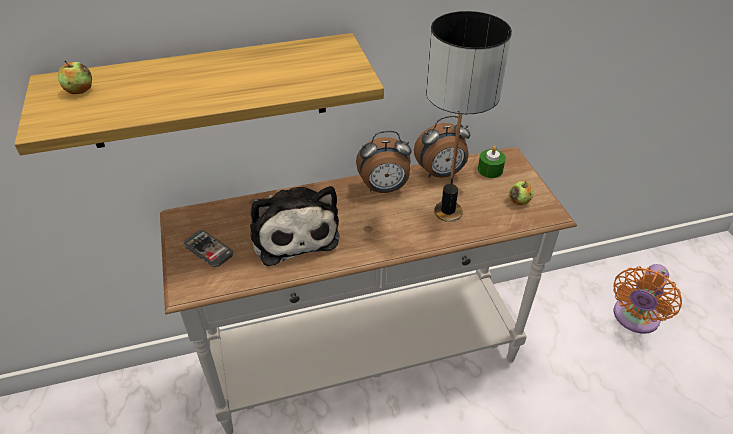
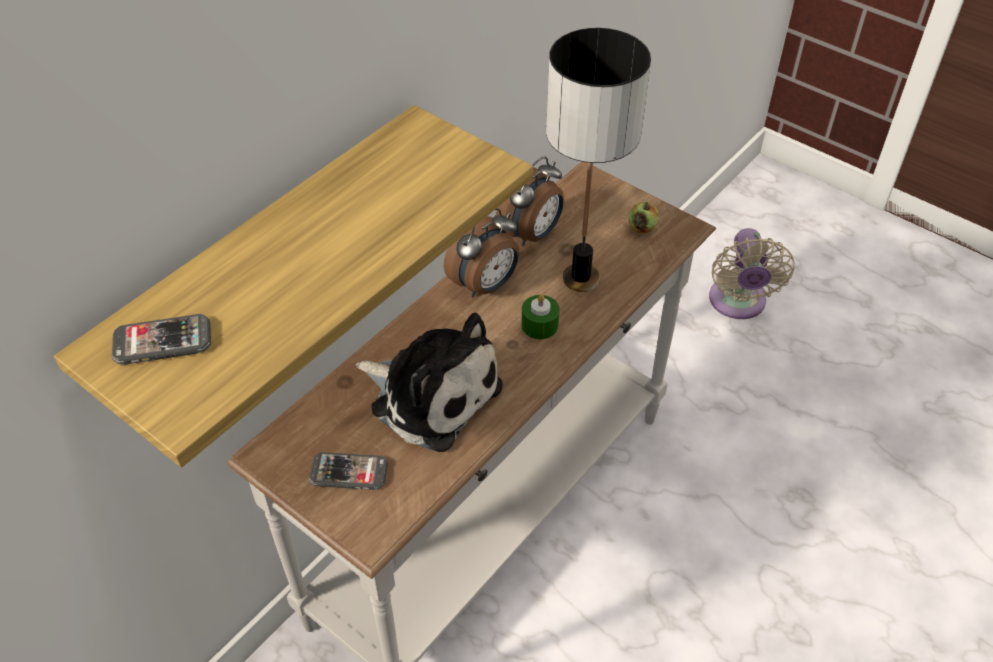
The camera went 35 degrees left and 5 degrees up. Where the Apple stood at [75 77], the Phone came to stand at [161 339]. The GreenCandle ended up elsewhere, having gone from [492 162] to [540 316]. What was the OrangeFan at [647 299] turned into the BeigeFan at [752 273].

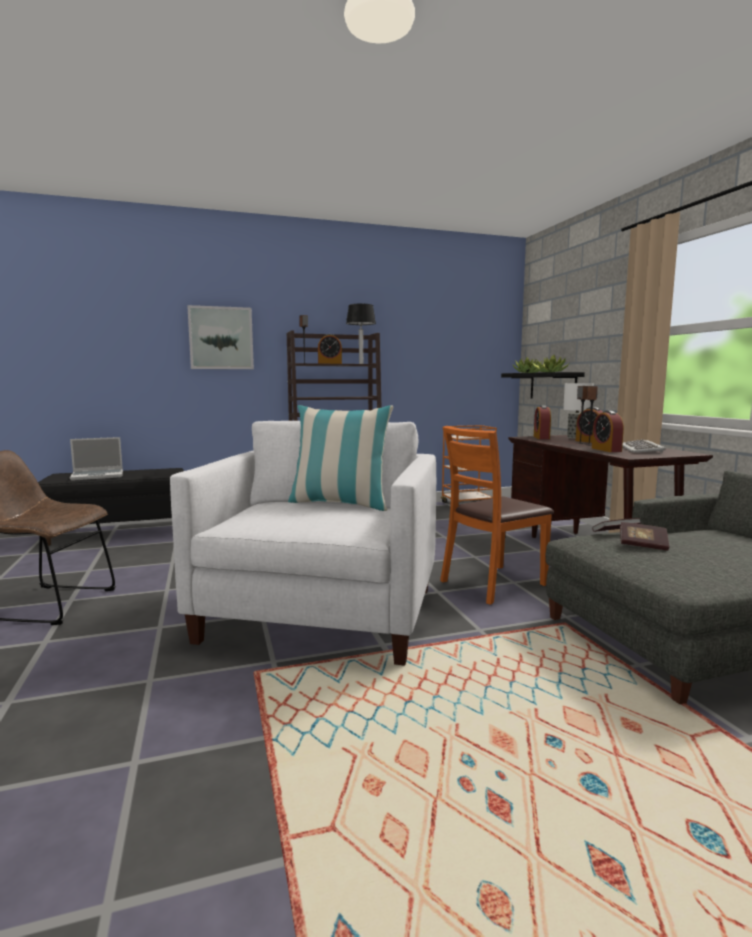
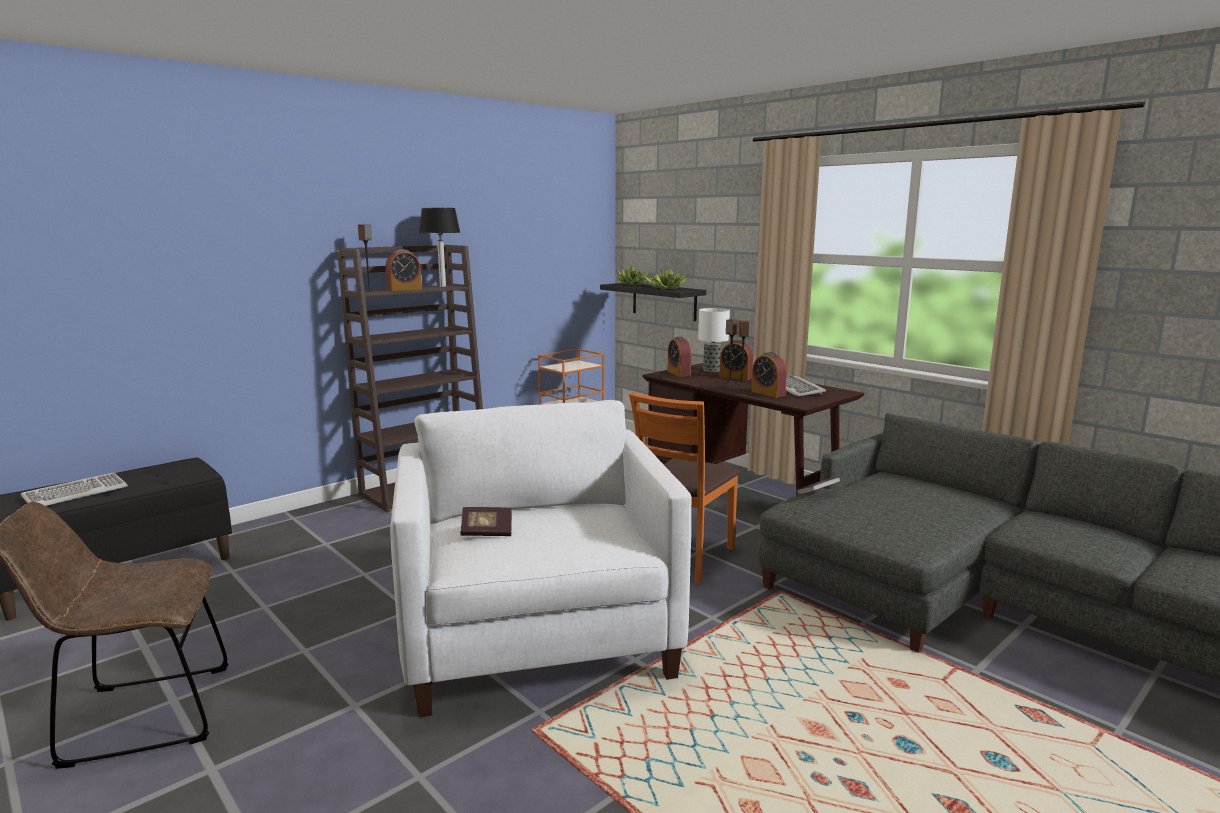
The camera went 25 degrees left and 5 degrees up. Where the Laptop stood at [96 459], the Keyboard came to stand at [74 489]. The second view lost the Picture at [220 337]. The second view lost the Pillow at [341 458]. The Book ended up elsewhere, having gone from [644 536] to [486 521].

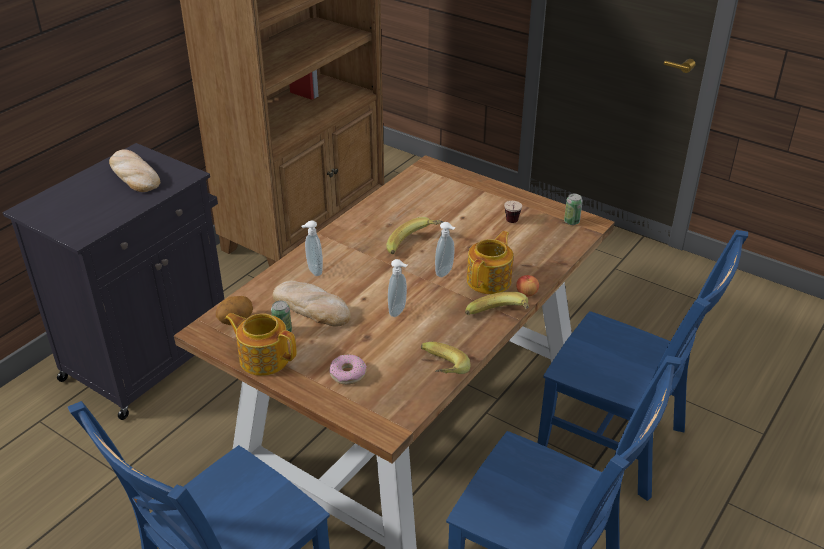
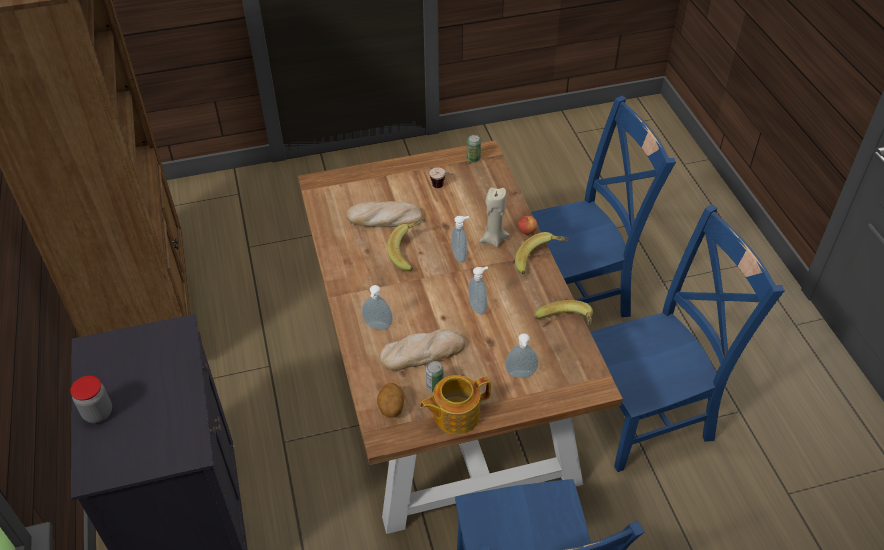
The camera went 50 degrees left and 10 degrees up. The Bread ended up elsewhere, having gone from [134 170] to [384 214]. Where the Donut stood at [348 369], the SoapDispenser came to stand at [521 355]. Where the Teapot stood at [490 262], the BeigeCandle came to stand at [494 217]. The second view gained the Jar at [91 399].

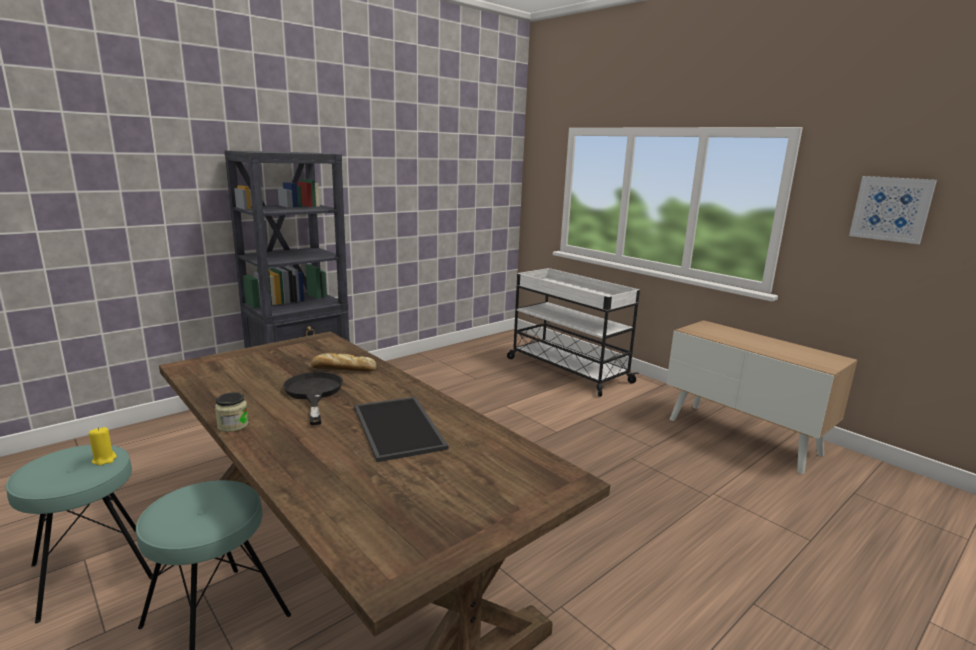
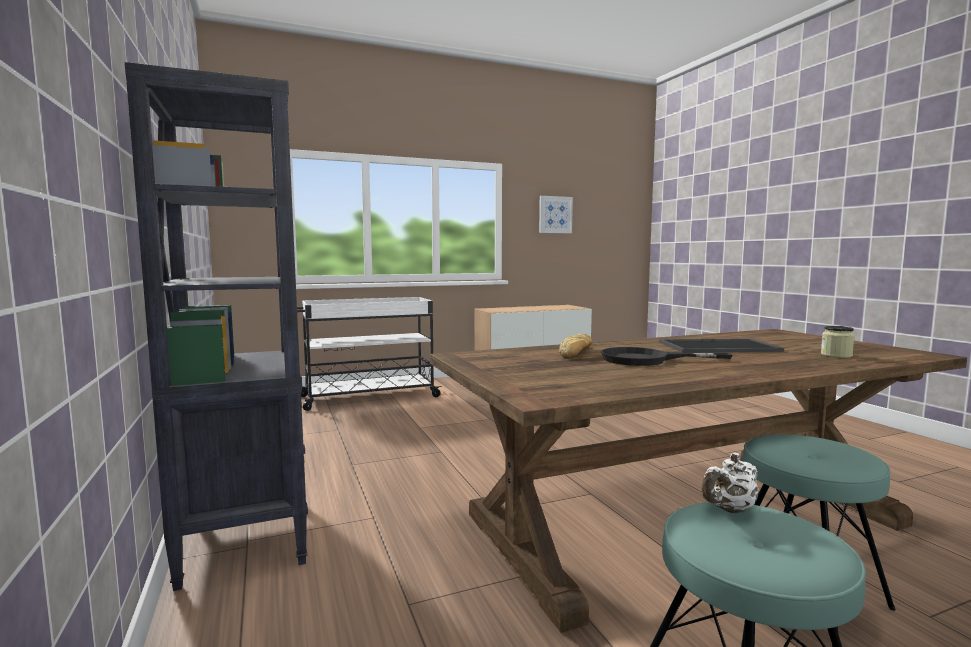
The camera went 70 degrees left and 10 degrees down. Where the YellowCandle stood at [103 446], the WhiteTeapot came to stand at [729 483]. The Jar ended up elsewhere, having gone from [232 412] to [838 342].

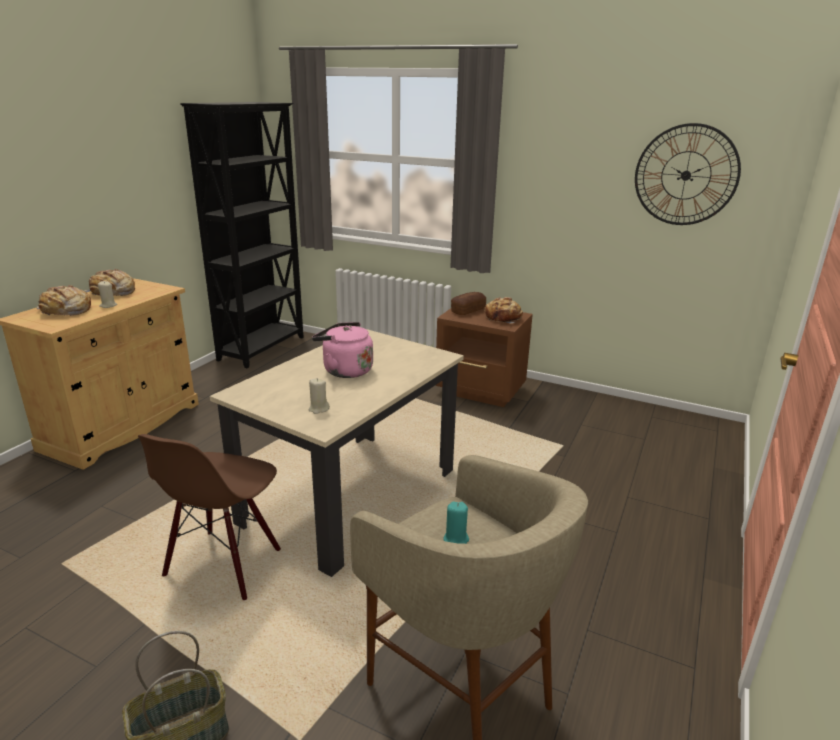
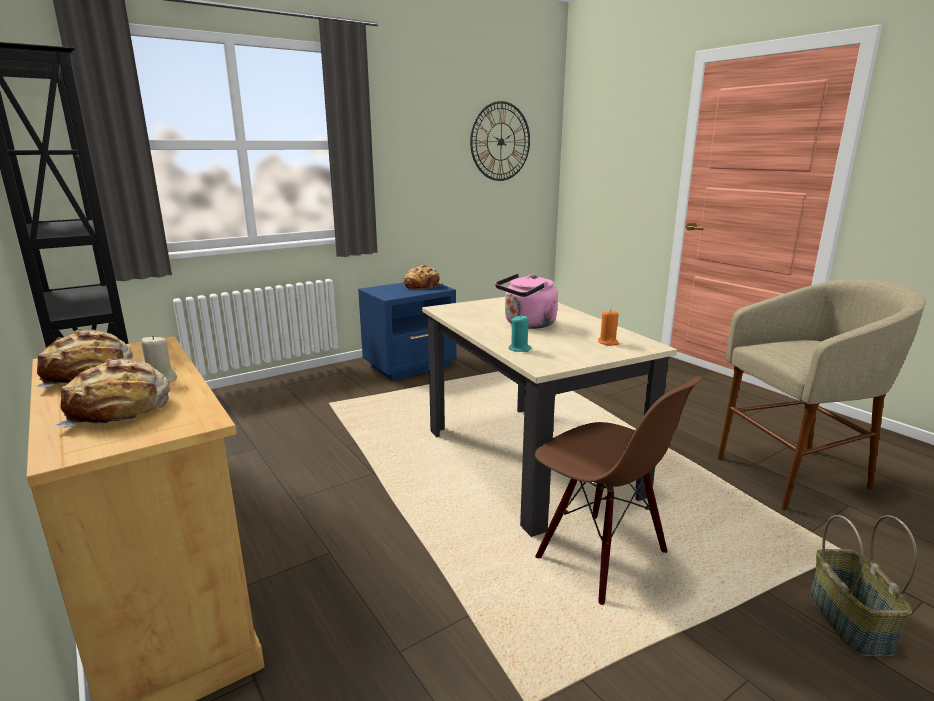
The camera went 60 degrees left and 5 degrees down. What was the BeigeCandle at [319 396] turned into the OrangeCandle at [608 328]. What was the BrownNightstand at [484 357] turned into the BlueNightstand at [407 331]. The TurquoiseCandle ended up elsewhere, having gone from [456 523] to [519 333]. The second view lost the Bread at [468 303].

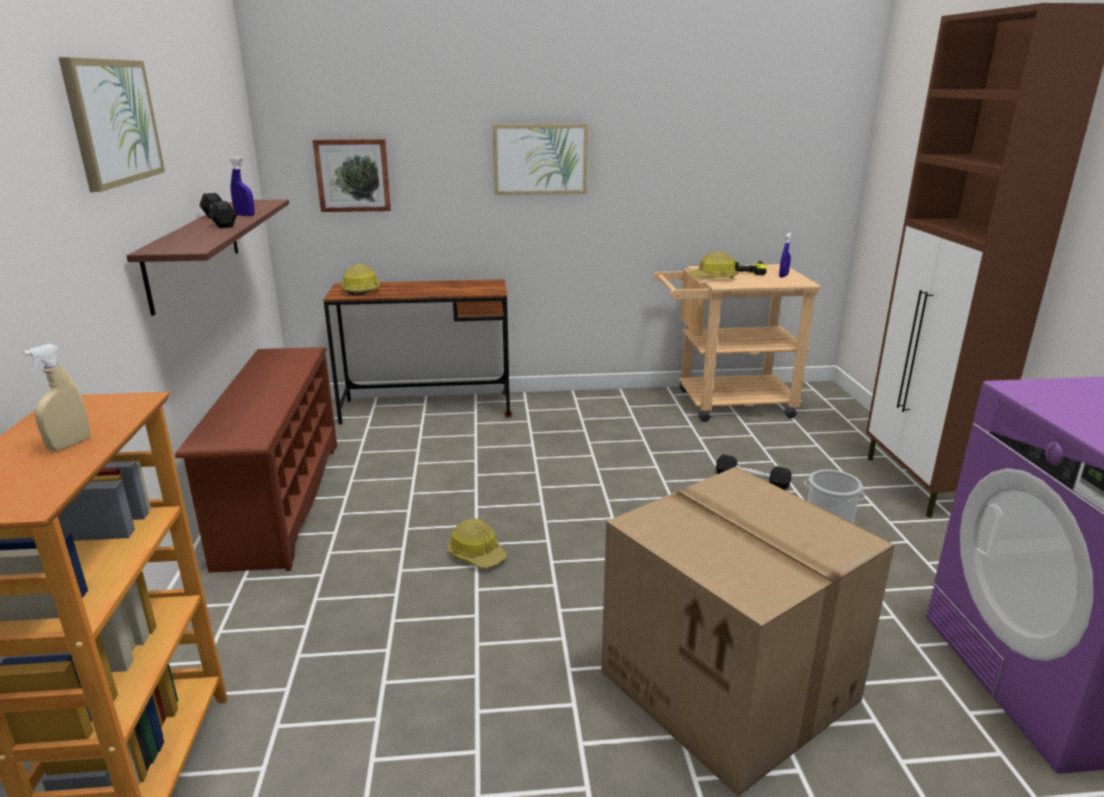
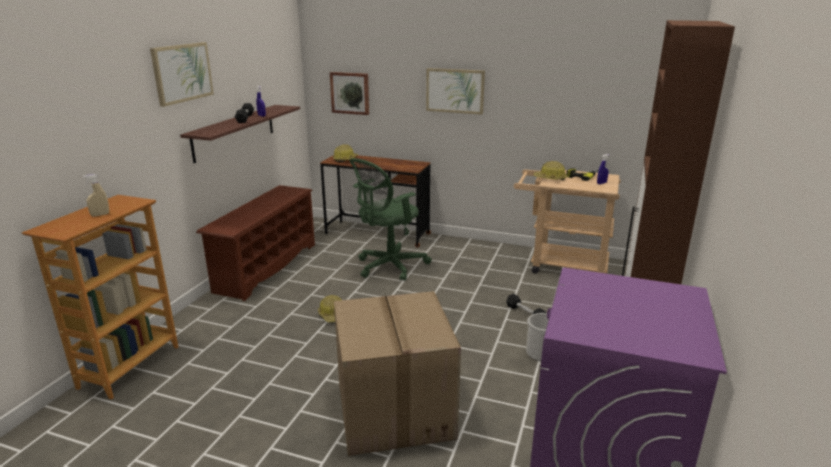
The camera went 25 degrees right and 0 degrees up. The second view gained the GreenOfficeChair at [390 219].

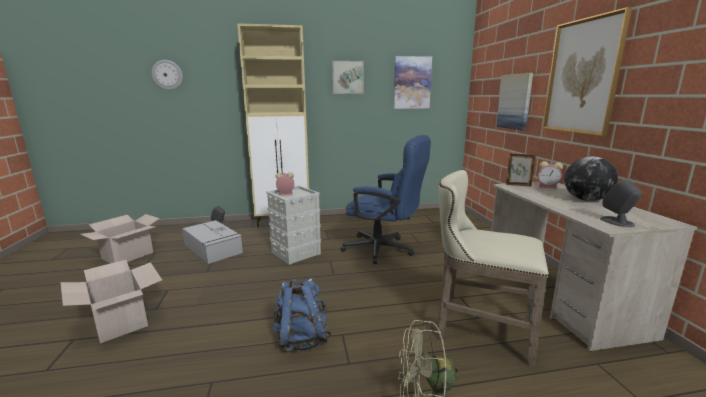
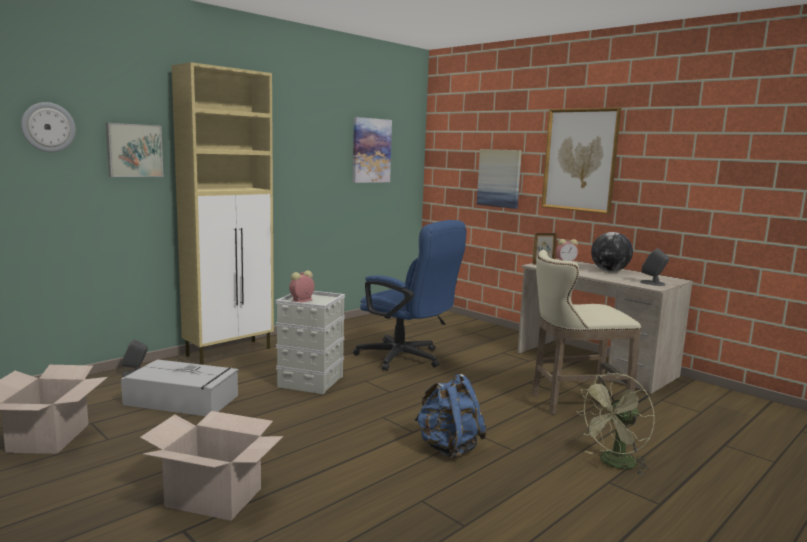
The camera went 35 degrees left and 5 degrees down. The Picture ended up elsewhere, having gone from [348 77] to [134 150]. The BlueOfficeChair at [385 199] ended up facing another way, 45 degrees clockwise from before.

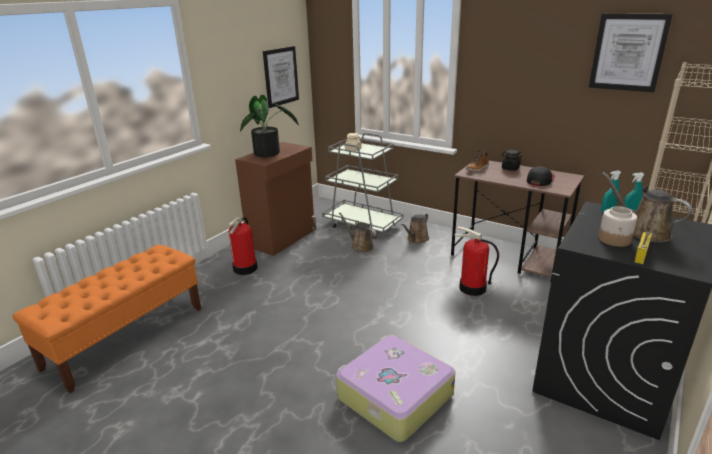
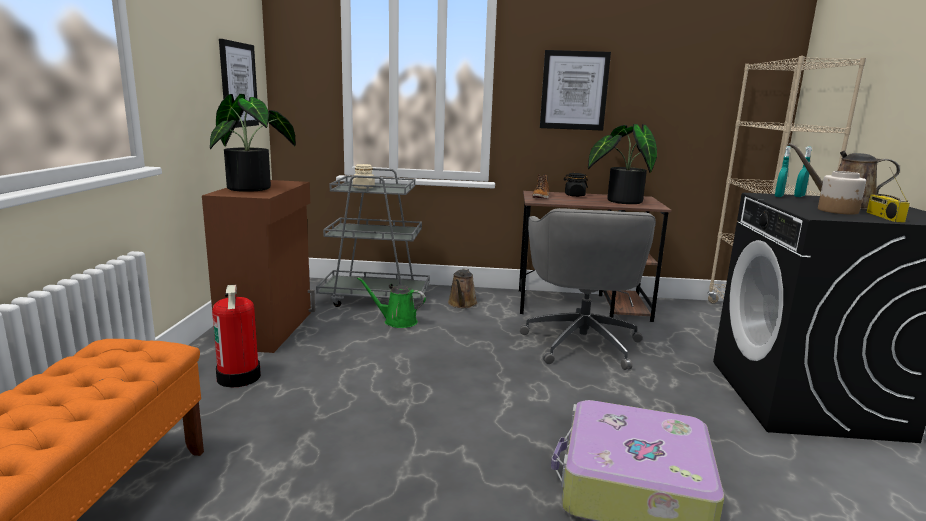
The camera went 30 degrees left and 10 degrees down. What was the BrownWateringCan at [358 232] turned into the GreenWateringCan at [391 302]. Where the FireExtinguisher stood at [476 261], the GreyOfficeChair came to stand at [588 289]. Where the Cap stood at [541 176], the PottedPlant came to stand at [622 164]. The Picture ended up elsewhere, having gone from [631 53] to [575 90].

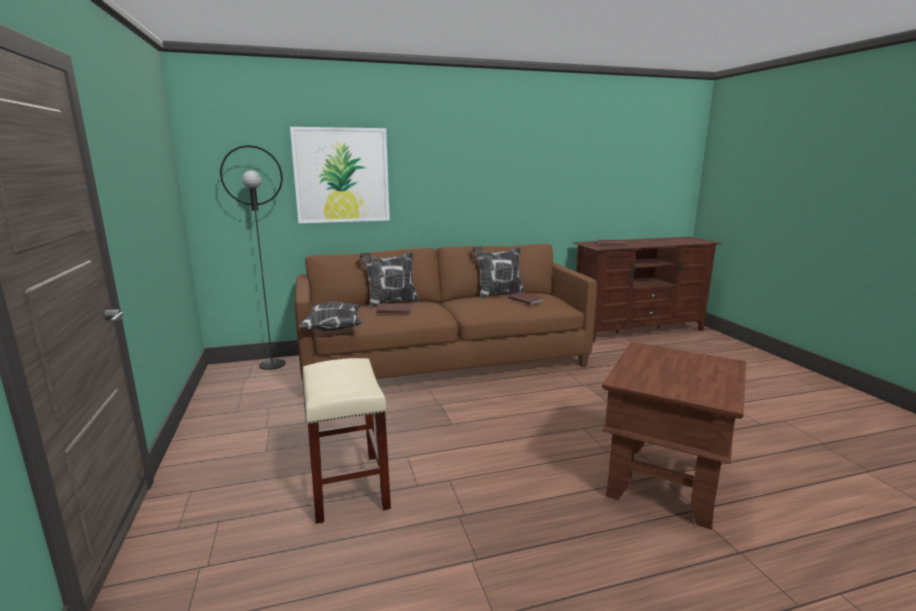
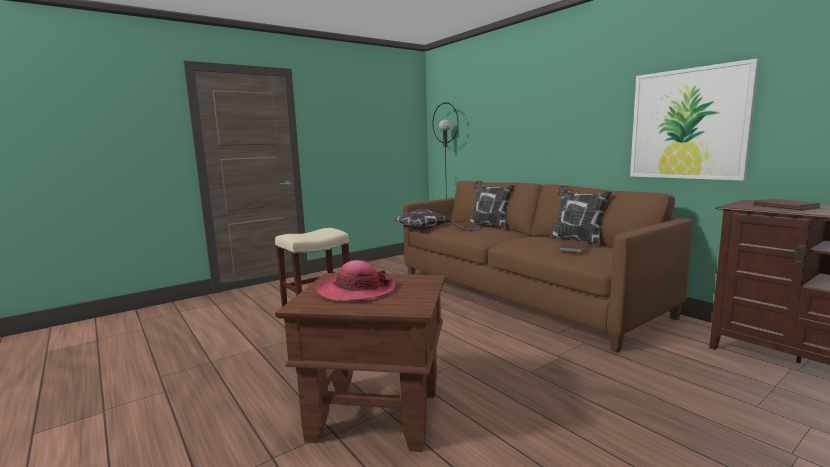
The camera went 70 degrees right and 5 degrees down. The Picture ended up elsewhere, having gone from [340 175] to [694 119]. The second view gained the Hat at [356 280].

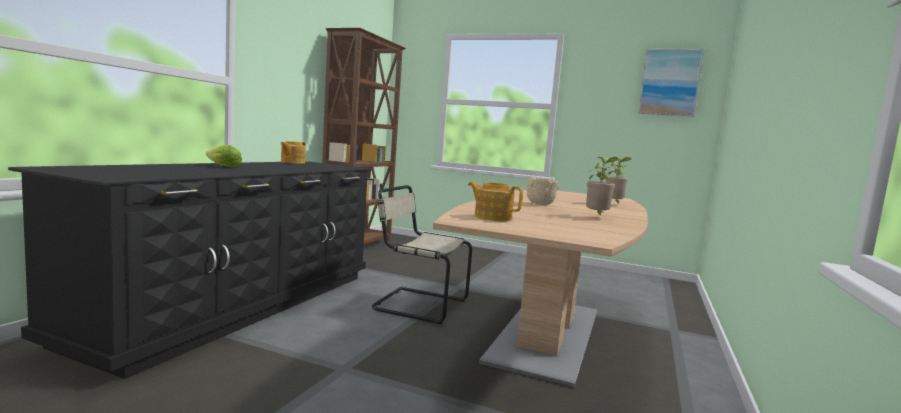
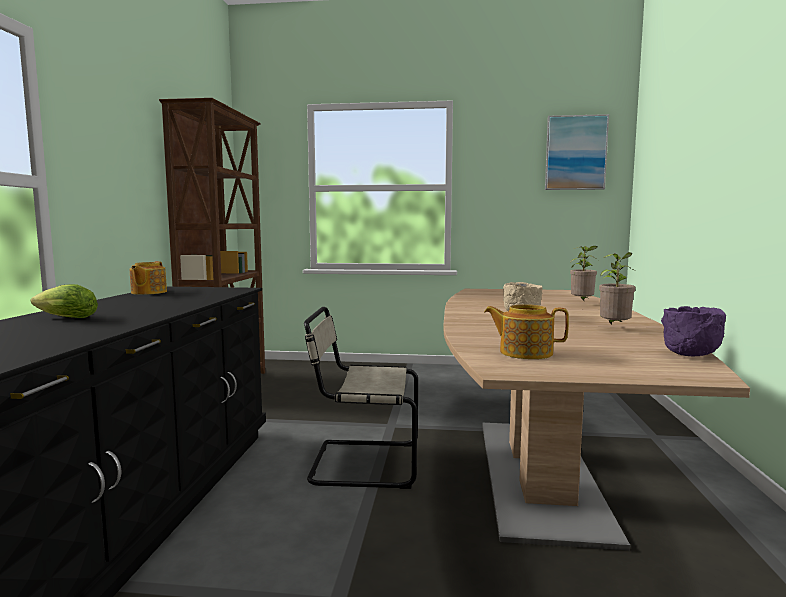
The camera went 15 degrees left and 0 degrees up. The second view gained the PurpleBowl at [693 331].

